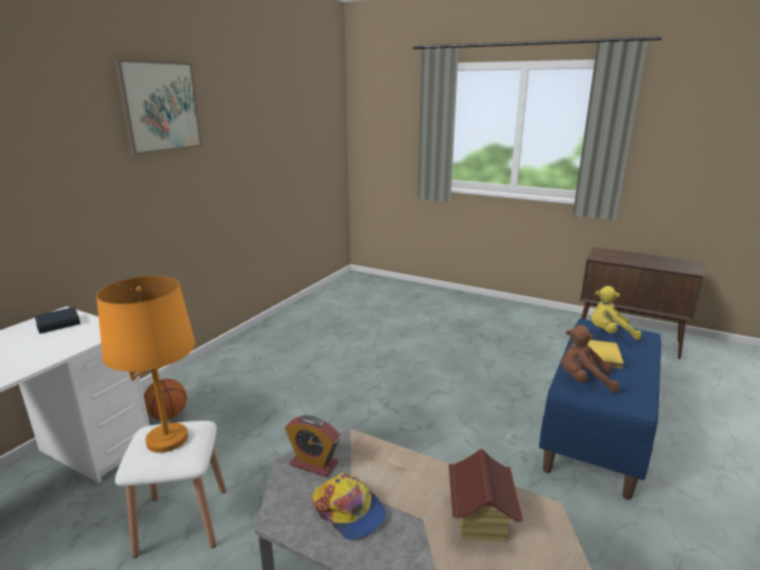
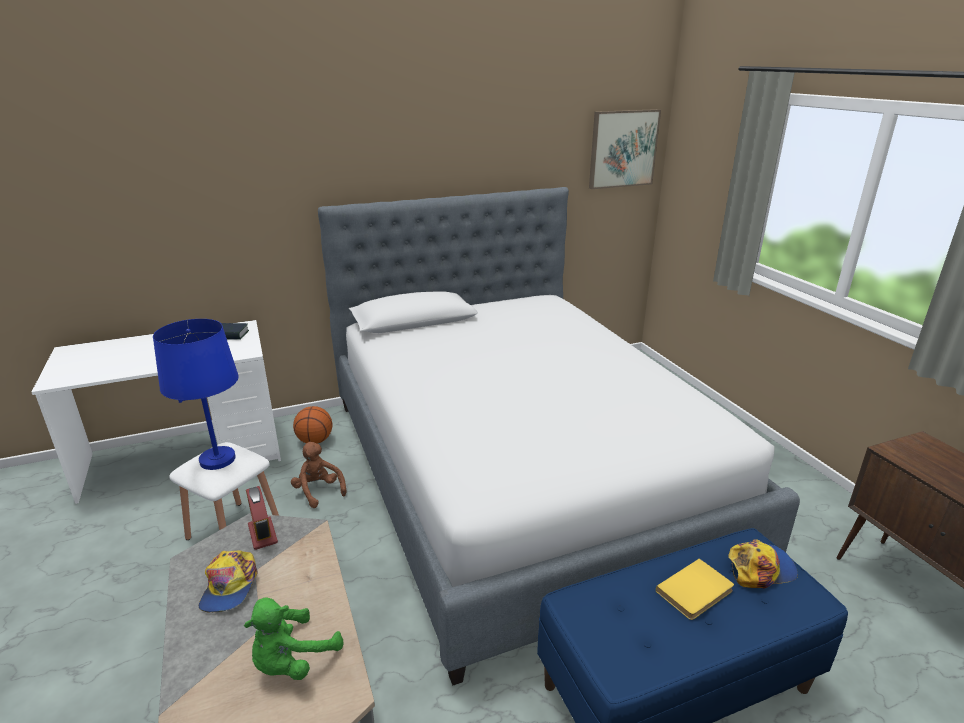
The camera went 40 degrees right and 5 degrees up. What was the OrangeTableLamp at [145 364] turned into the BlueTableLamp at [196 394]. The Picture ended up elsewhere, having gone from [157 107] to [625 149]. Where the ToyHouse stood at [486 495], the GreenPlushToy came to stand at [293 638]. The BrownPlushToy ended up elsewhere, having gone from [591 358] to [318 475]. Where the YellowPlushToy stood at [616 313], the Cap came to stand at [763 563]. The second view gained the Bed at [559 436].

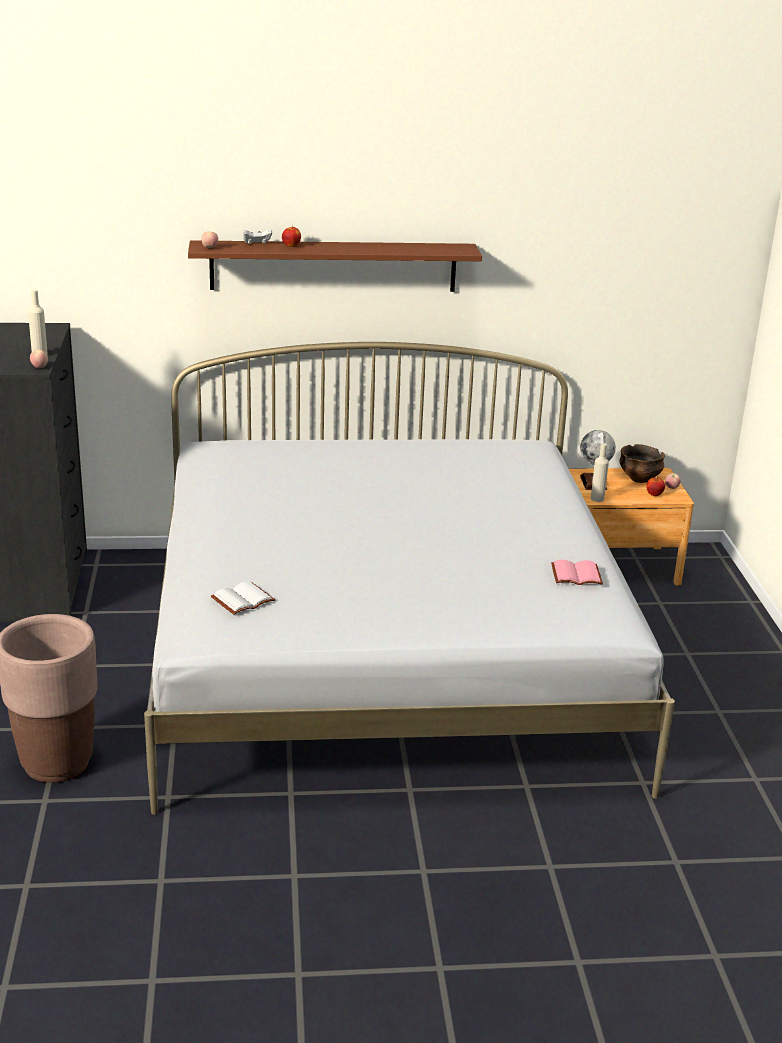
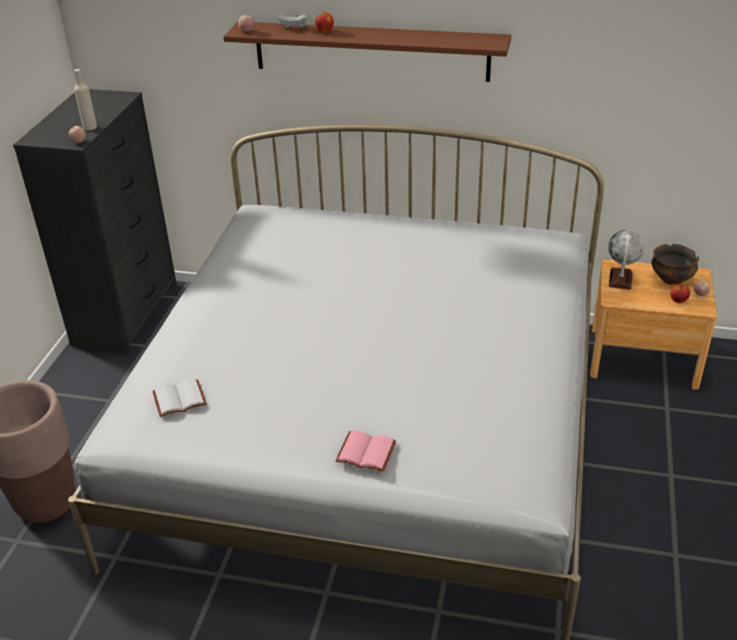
The camera went 20 degrees right and 10 degrees up. The PinkBook ended up elsewhere, having gone from [577 572] to [365 451]. The second view lost the BeigeBottle at [600 472].

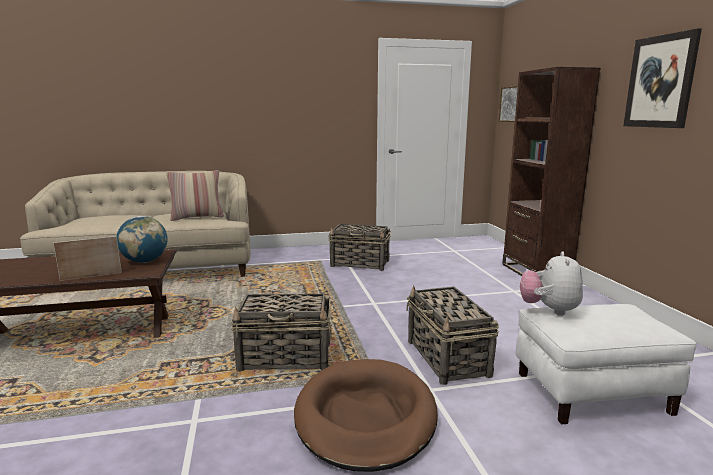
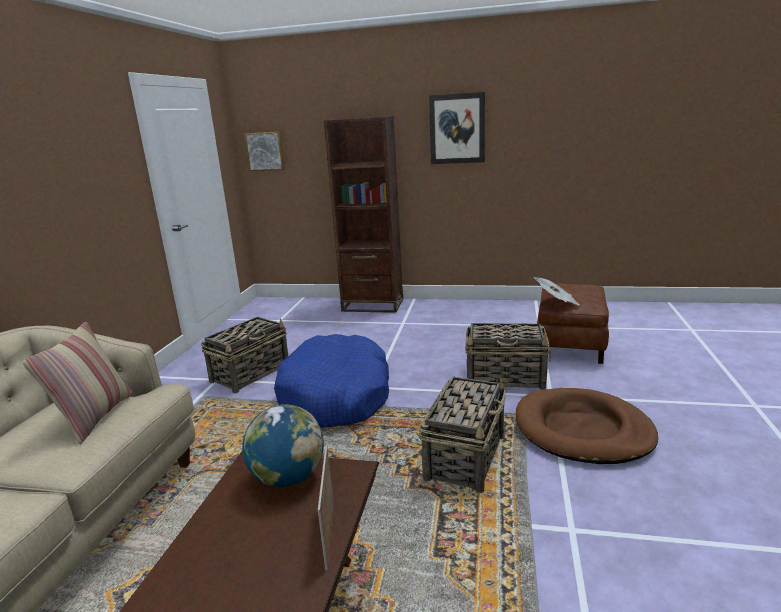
The camera went 65 degrees left and 5 degrees up. What was the WhiteOttoman at [606 364] turned into the BrownOttoman at [573 324]. Where the PlushToy stood at [551 283], the Newspaper came to stand at [556 291]. The second view gained the BlueDogBed at [331 381].

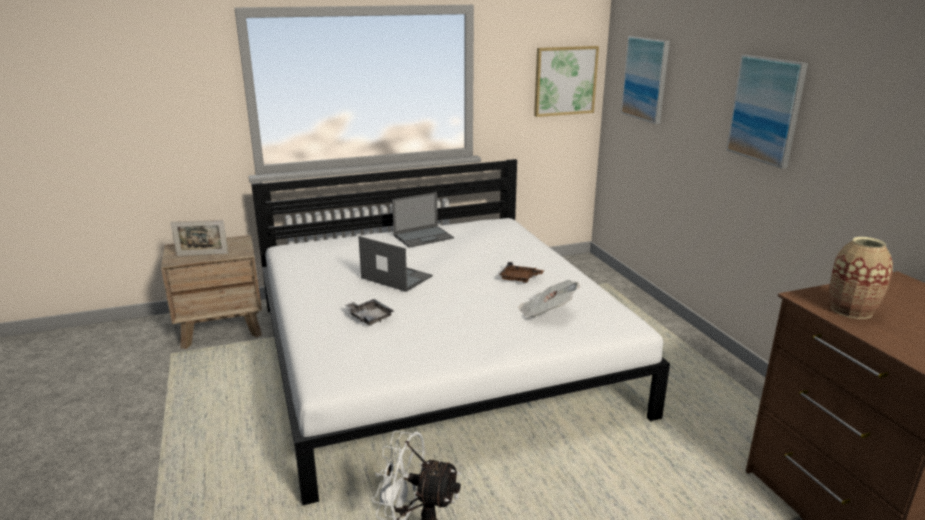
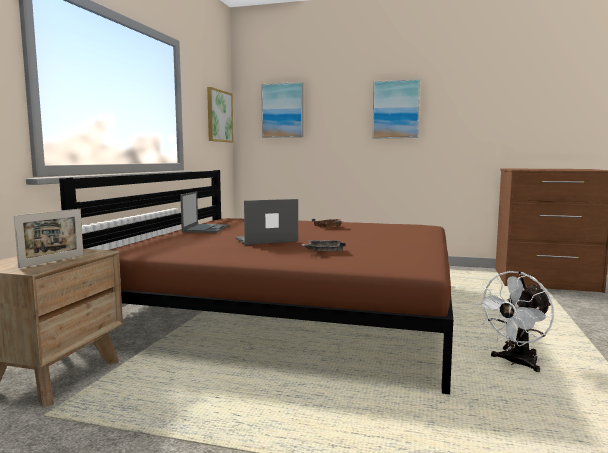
The camera went 55 degrees left and 15 degrees down. What was the WhiteBed at [460 332] turned into the BrownBed at [256 282]. The second view lost the Newspaper at [549 299]. The second view lost the Vase at [861 278].

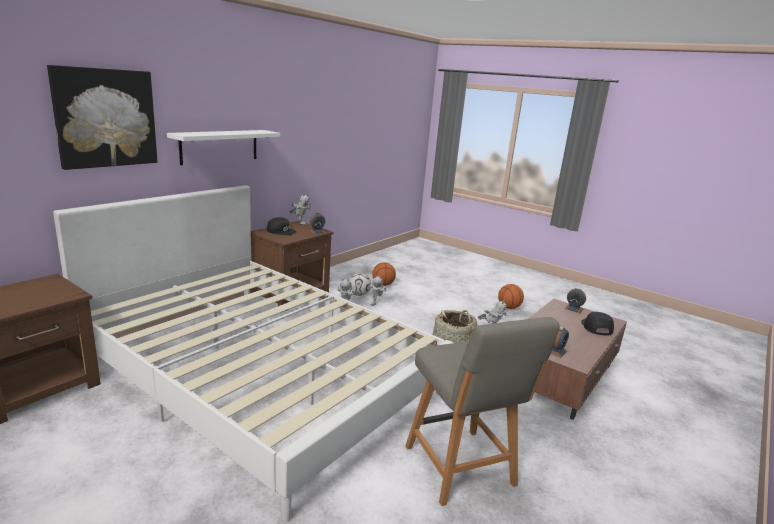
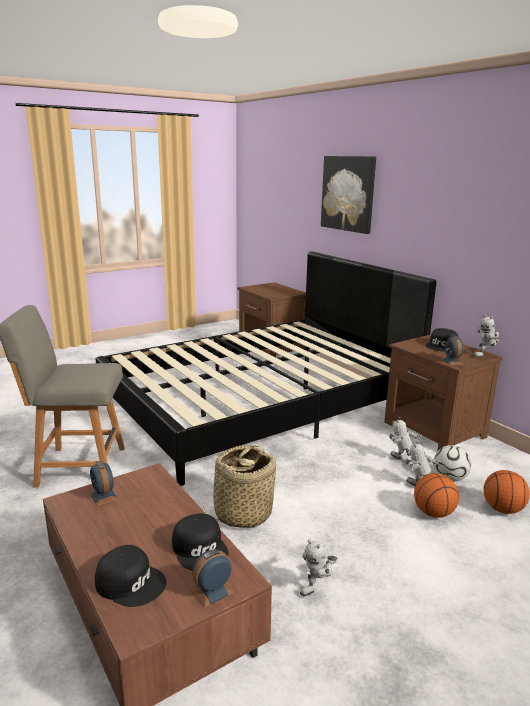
The camera went 110 degrees right and 0 degrees up. What was the WhiteBed at [253 353] turned into the BlackBed at [266 368]. The second view lost the WhiteShelf at [223 147]. The Basketball ended up elsewhere, having gone from [511 296] to [436 495]. The second view gained the BlackCap at [200 542].

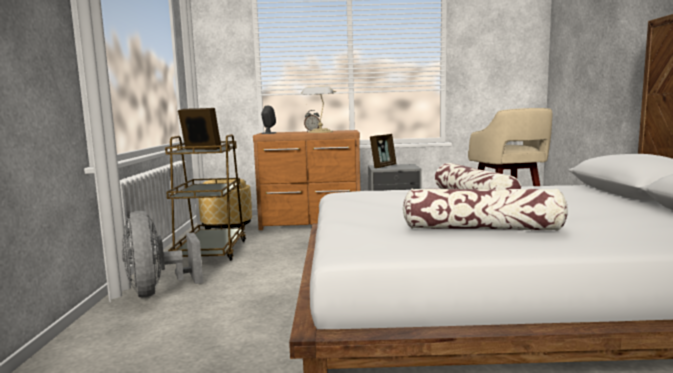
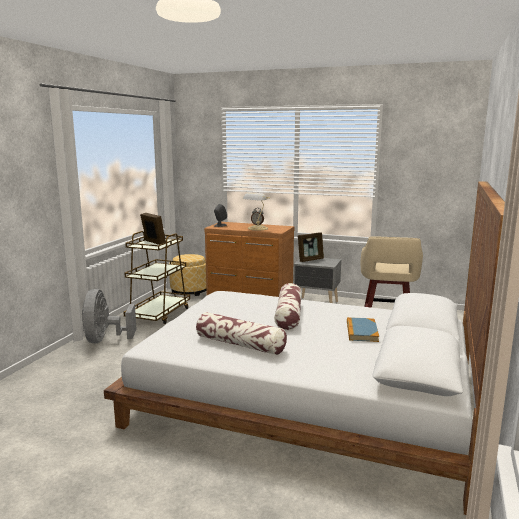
The camera went 20 degrees right and 5 degrees up. The second view gained the Book at [363 329].

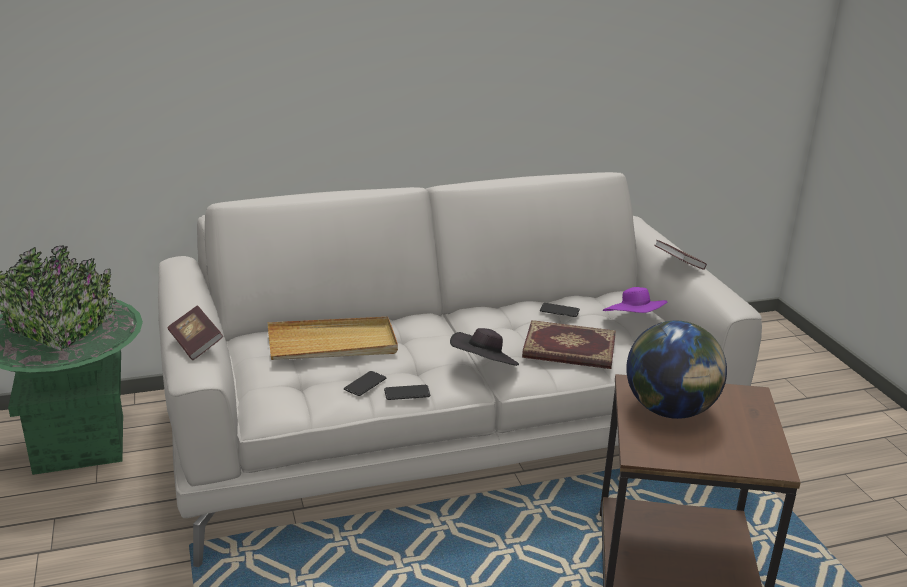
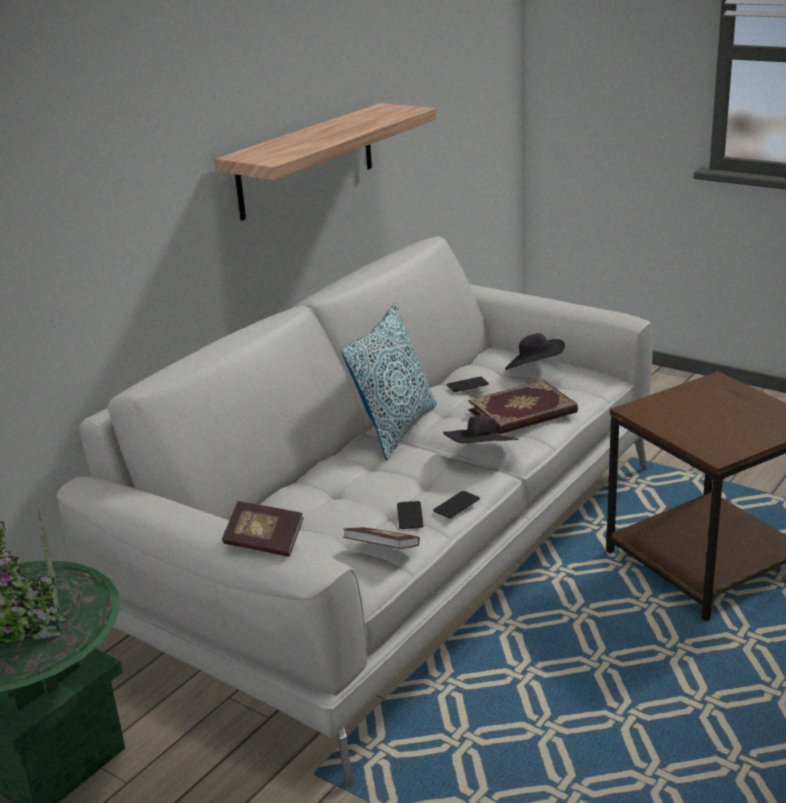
The camera went 35 degrees left and 0 degrees up. The second view lost the BeigeTray at [332 338]. What was the PurpleHat at [635 300] turned into the BlackHat at [535 351]. The second view lost the Globe at [676 369]. The Book ended up elsewhere, having gone from [680 255] to [381 538]. The second view gained the Shelf at [325 162]. The second view gained the Pillow at [389 381].

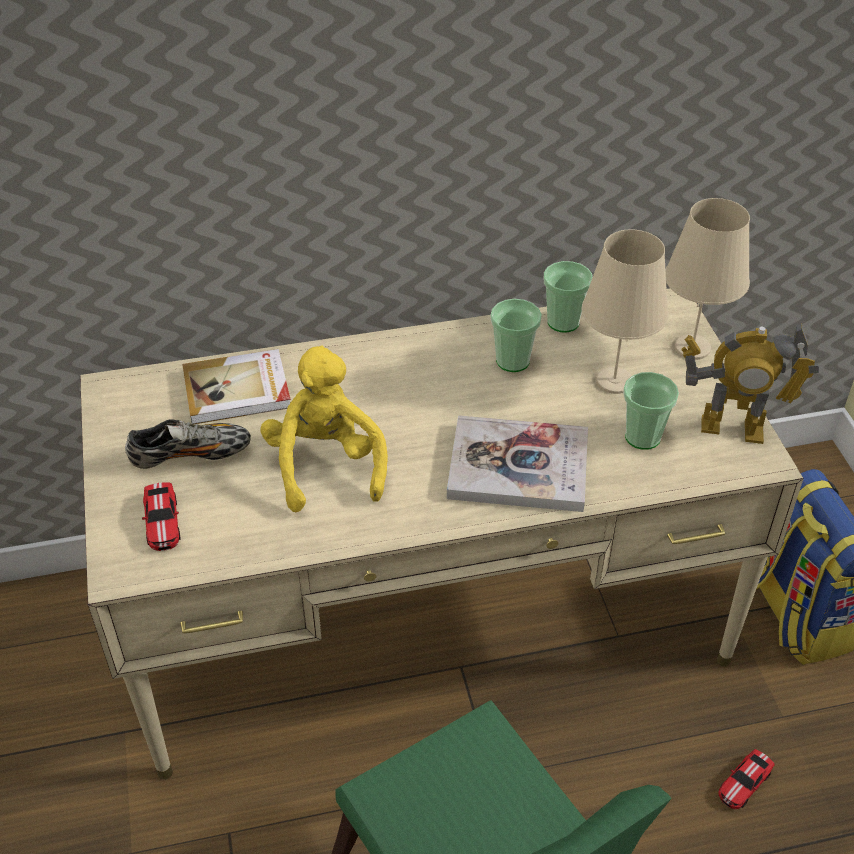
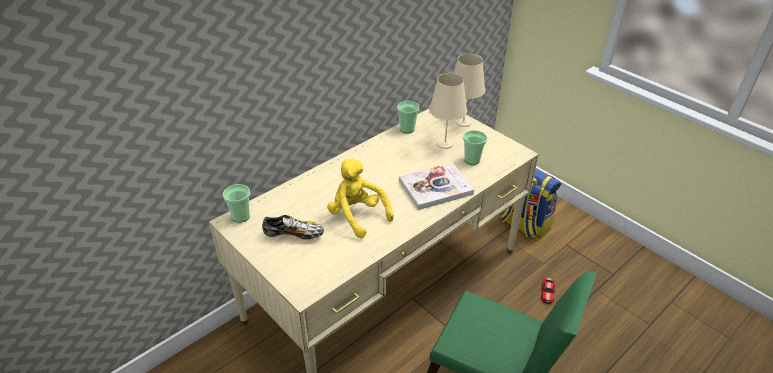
The camera went 30 degrees left and 5 degrees down. The Shoe at [188 444] ended up facing another way, 45 degrees clockwise from before. The second view lost the ToyCar at [161 516]. The second view lost the Book at [236 386]. The Cup ended up elsewhere, having gone from [516 335] to [236 203]. The second view lost the ToyRobot at [750 383].

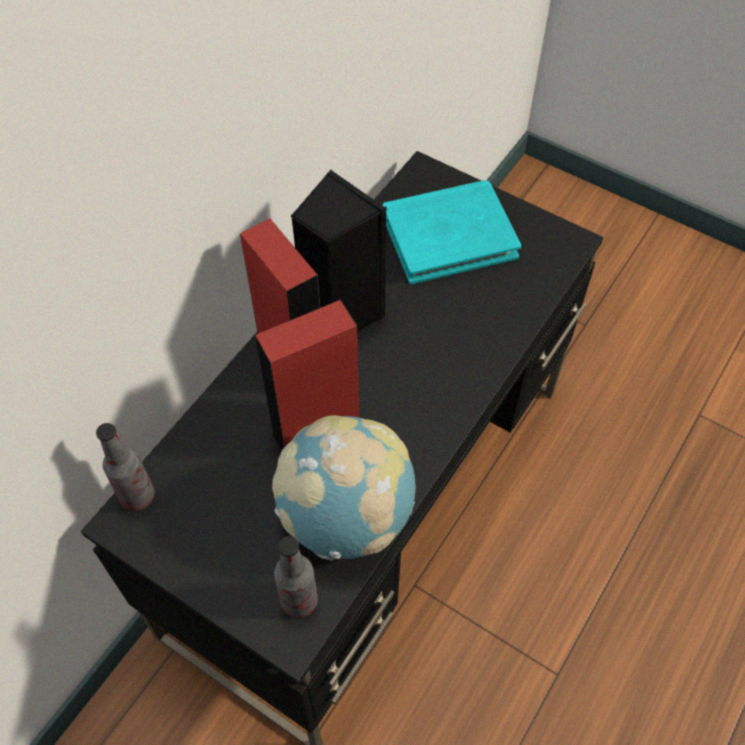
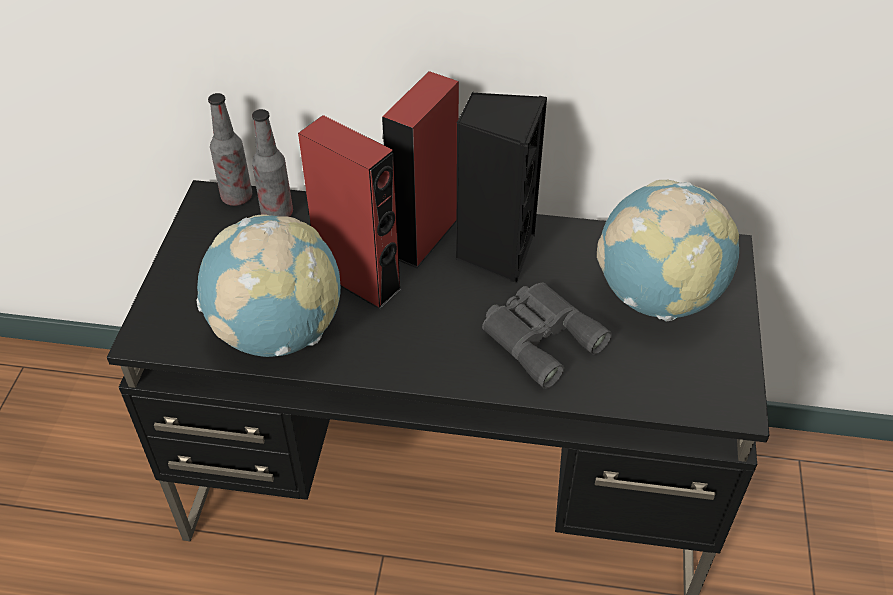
The camera went 65 degrees right and 10 degrees down. The Bottle ended up elsewhere, having gone from [296 577] to [272 163]. Where the TurquoiseBook stood at [451 232], the Globe came to stand at [668 250]. The second view gained the GreyBinoculars at [547 335].

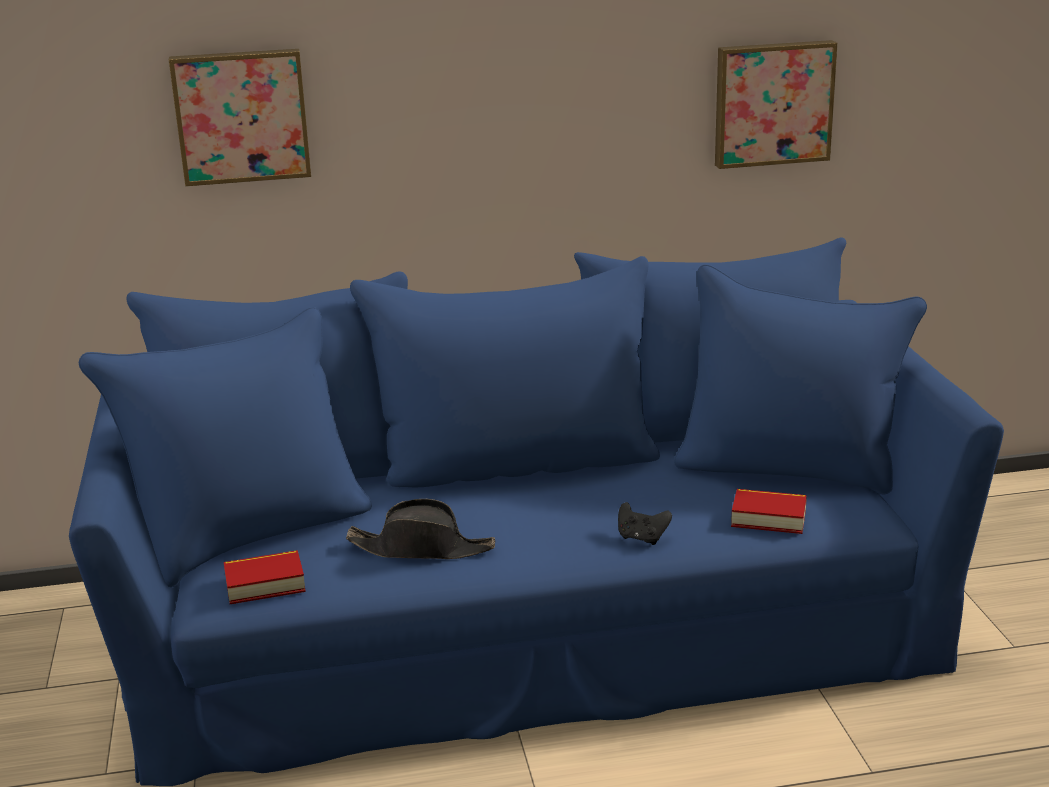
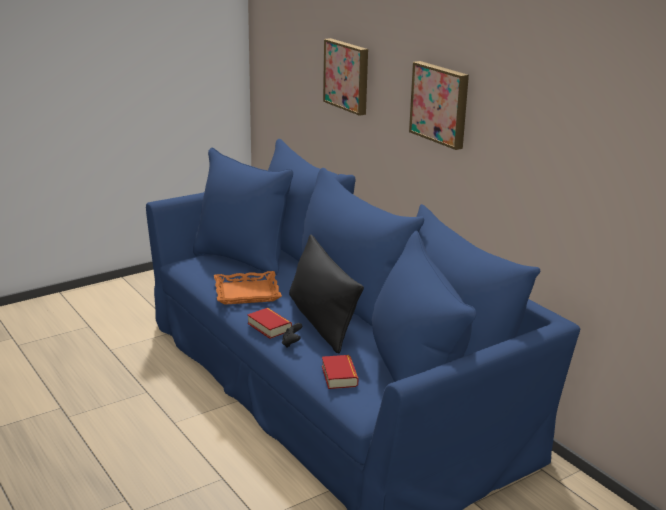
The camera went 65 degrees right and 0 degrees up. The Book ended up elsewhere, having gone from [265 577] to [269 323]. Where the BlackHat stood at [420 529], the OrangeTray came to stand at [248 288]. The Picture ended up elsewhere, having gone from [776 104] to [439 105]. The second view gained the BlackPillow at [326 294].

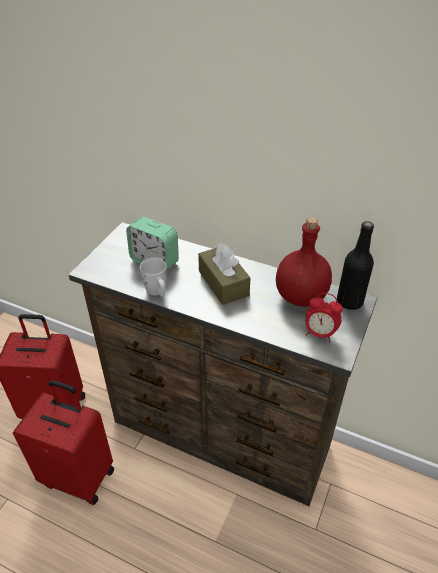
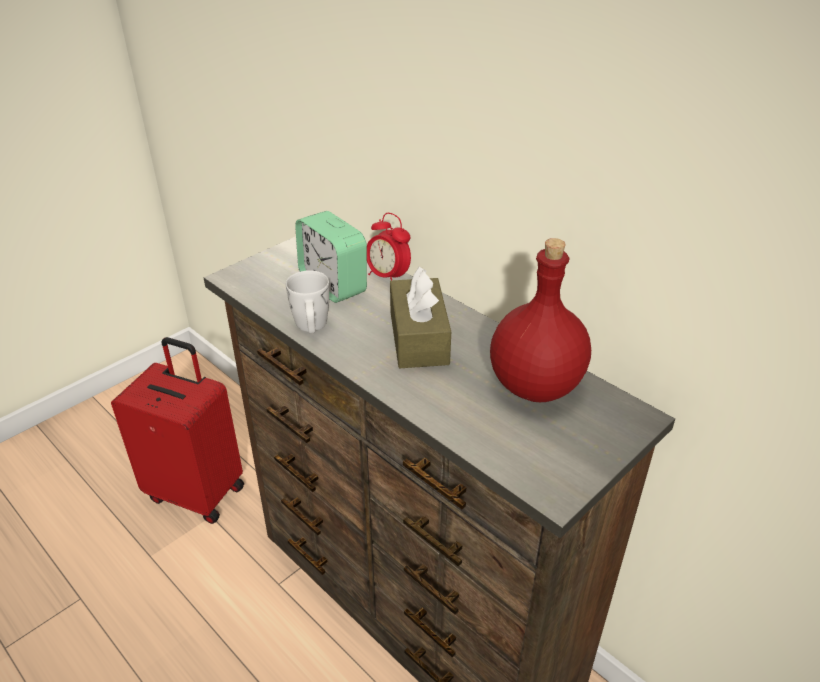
The camera went 20 degrees right and 5 degrees down. The second view lost the RedSuitcase at [63 442]. The AlarmClock ended up elsewhere, having gone from [324 317] to [389 246]. The second view lost the BlackBottle at [355 265].

